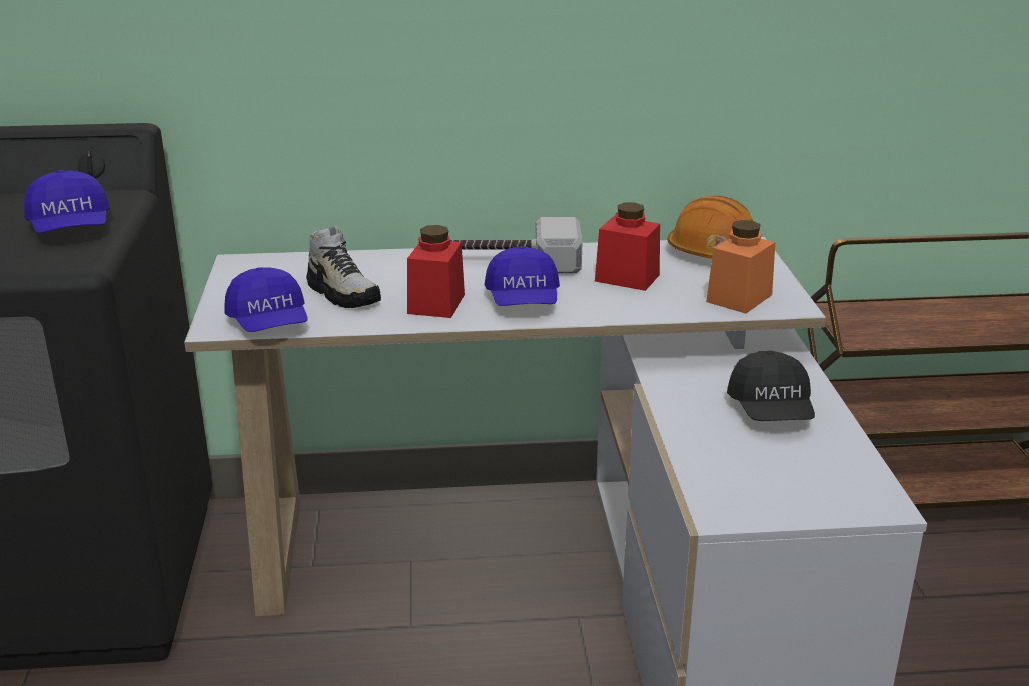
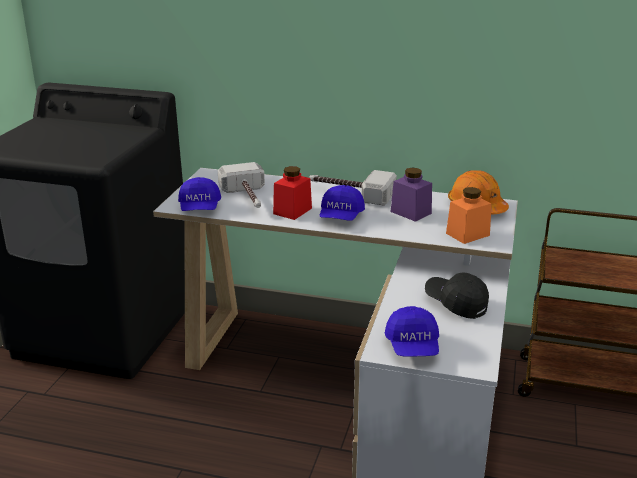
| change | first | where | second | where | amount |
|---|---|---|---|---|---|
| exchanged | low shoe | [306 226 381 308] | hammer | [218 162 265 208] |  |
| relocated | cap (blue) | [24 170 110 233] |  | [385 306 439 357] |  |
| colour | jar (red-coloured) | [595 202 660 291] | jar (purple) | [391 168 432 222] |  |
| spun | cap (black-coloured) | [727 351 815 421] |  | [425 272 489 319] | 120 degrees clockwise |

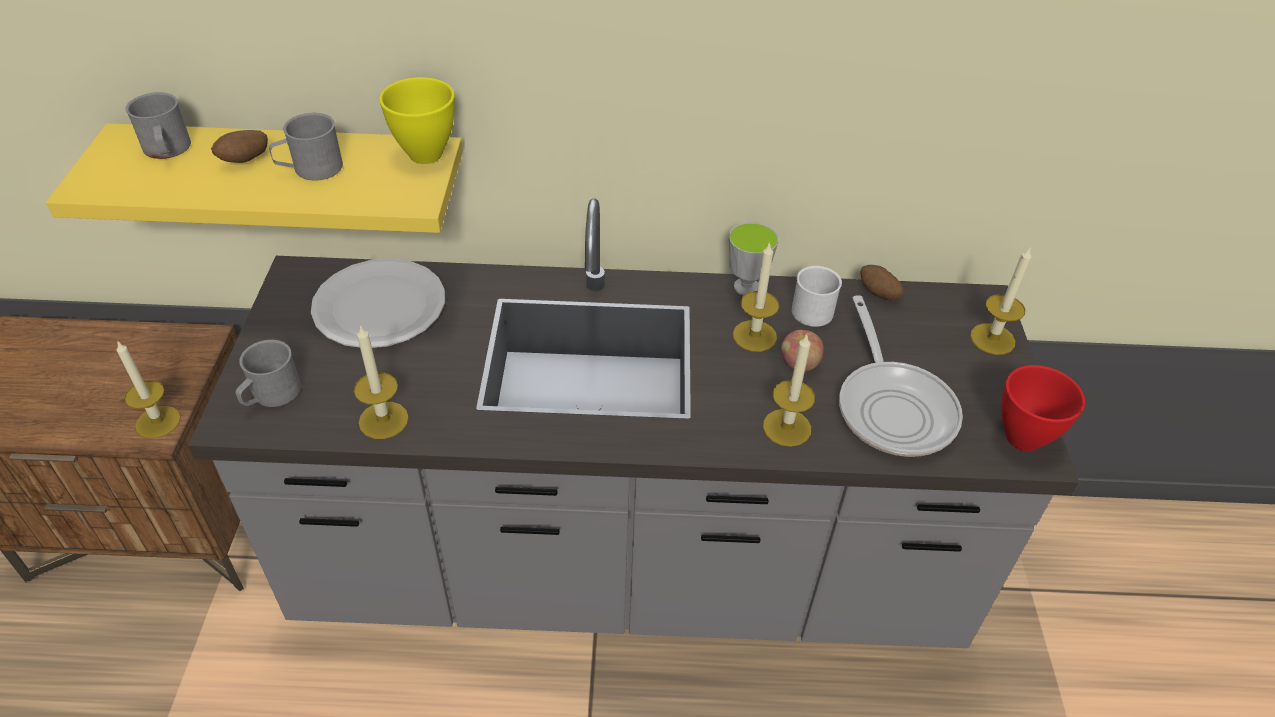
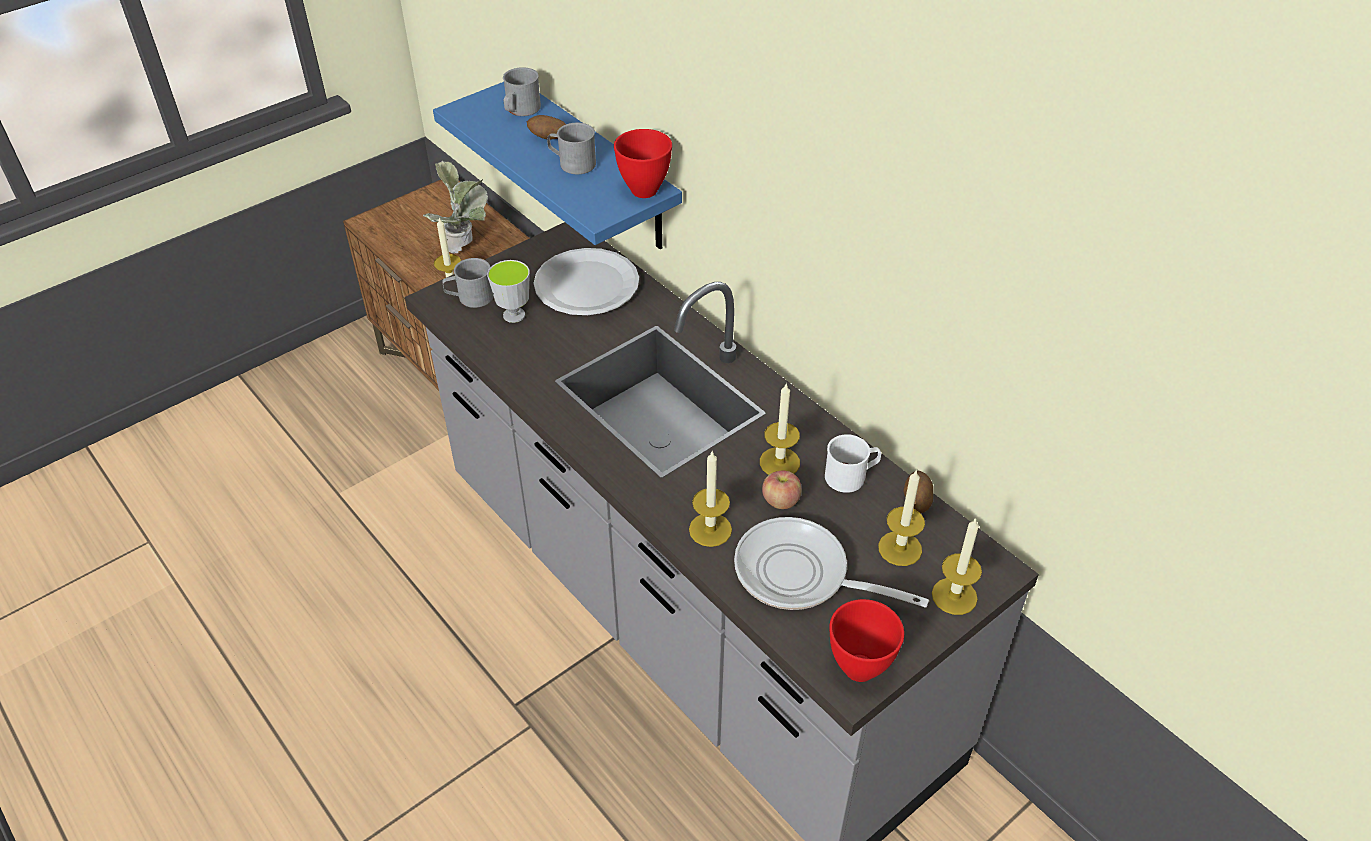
| change | first | where | second | where | amount |
|---|---|---|---|---|---|
| appeared |  |  | plant in a pot | [423 161 488 254] |  |
| colour | shelf (yellow-coloured) | [46 123 463 233] | shelf (blue) | [433 82 682 249] |  |
| relocated | cup | [729 222 779 295] |  | [487 260 530 323] |  |
| colour | serving bowl (yellow-coloured) | [379 77 455 164] | serving bowl (red-coloured) | [614 129 672 198] |  |
| spun | frying pan | [839 295 963 457] |  | [734 517 929 610] | 75 degrees clockwise |
| relocated | candle | [354 325 409 439] |  | [878 469 925 566] |  |

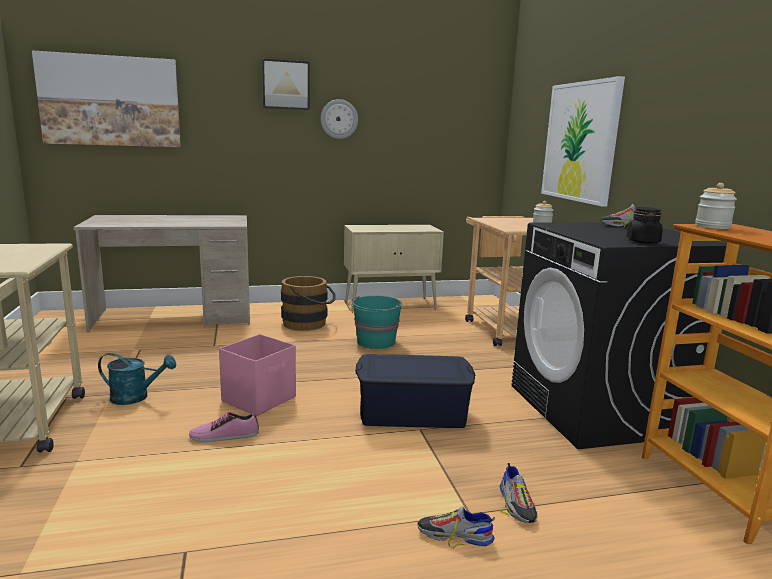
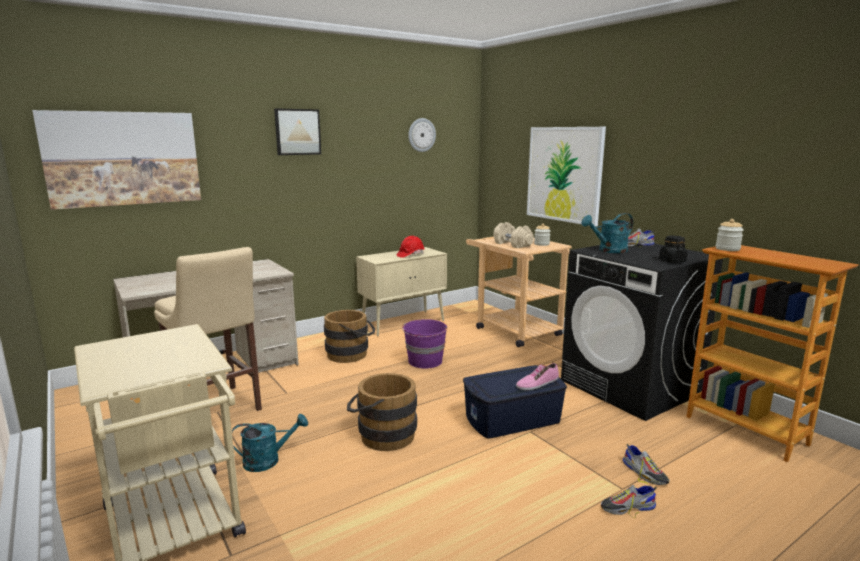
| change | first | where | second | where | amount |
|---|---|---|---|---|---|
| appeared |  |  | sitting stool (sand-coloured) | [154 247 262 411] |  |
| exchanged | storage bin (pinkish) | [219 334 296 416] | bucket (brownish) | [347 373 417 451] |  |
| appeared |  |  | work helmet (red-coloured) | [397 236 424 258] |  |
| colour | bucket (turquoise-coloured) | [351 295 402 349] | bucket (purple) | [402 319 447 368] |  |
| relocated | wall clock | [321 99 358 139] |  | [408 118 436 152] |  |
| appeared |  |  | hand weight (sand-coloured) | [494 222 534 248] |  |
| relocated | low shoe | [189 412 259 442] |  | [516 363 559 390] |  |
| appeared |  |  | sprinkling can (turquoise-coloured) | [582 213 633 253] |  |

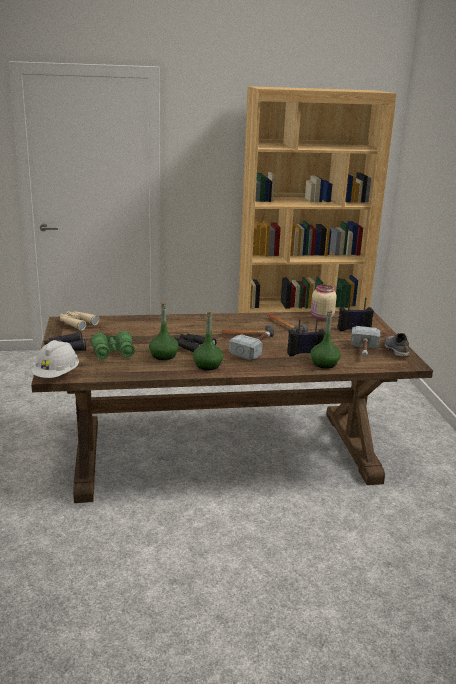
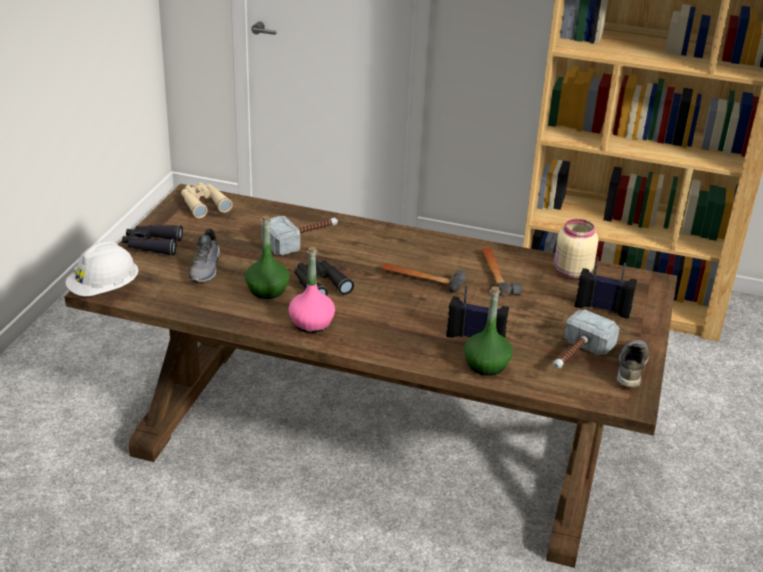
| change | first | where | second | where | amount |
|---|---|---|---|---|---|
| exchanged | field glasses (green-coloured) | [91 331 135 360] | low shoe (greyish) | [188 229 220 283] |  |
| relocated | hammer | [229 331 270 360] |  | [261 216 338 255] |  |
| colour | drink bottle (green-coloured) | [193 310 223 370] | drink bottle (pinkish) | [289 246 335 333] |  |

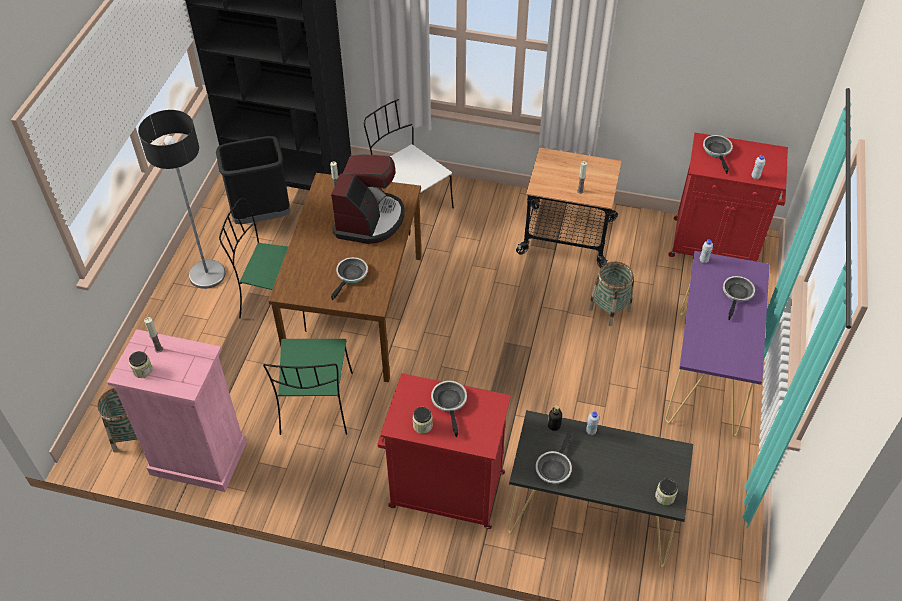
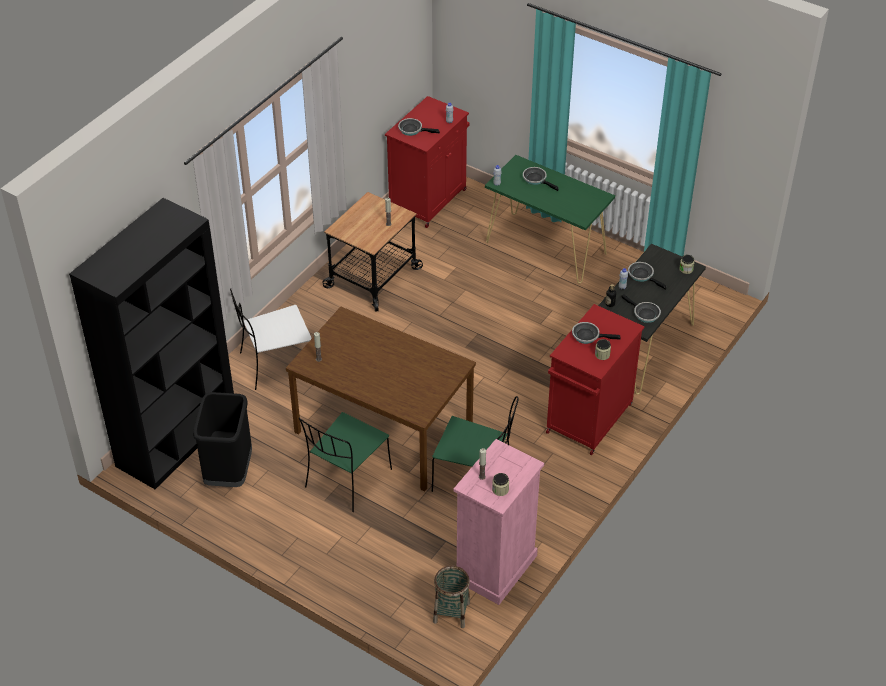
| change | first | where | second | where | amount |
|---|---|---|---|---|---|
| colour | narrow table (purple) | [665 251 770 437] | narrow table (green-coloured) | [485 155 615 283] |  |
| relocated | frying pan | [331 257 368 300] |  | [628 262 667 290] |  |
| missing | standard lamp | [138 110 226 289] |  |  |  |
| missing | coffee machine | [331 154 404 244] |  |  |  |
| missing | storage basket | [588 262 634 326] |  |  |  |

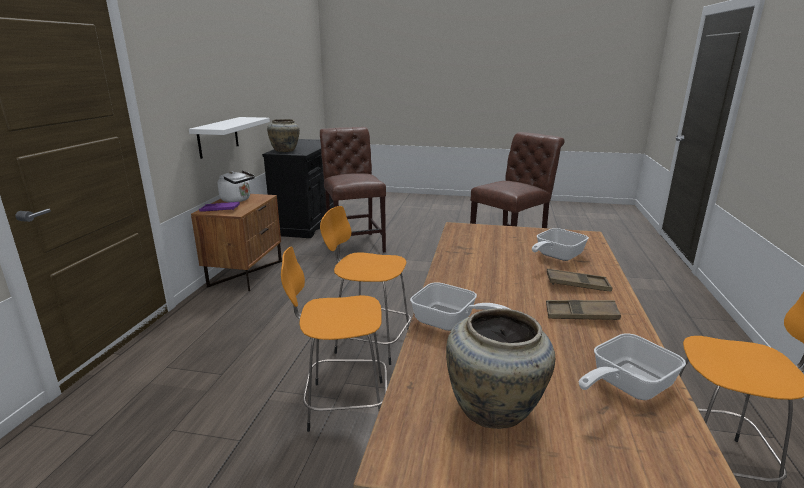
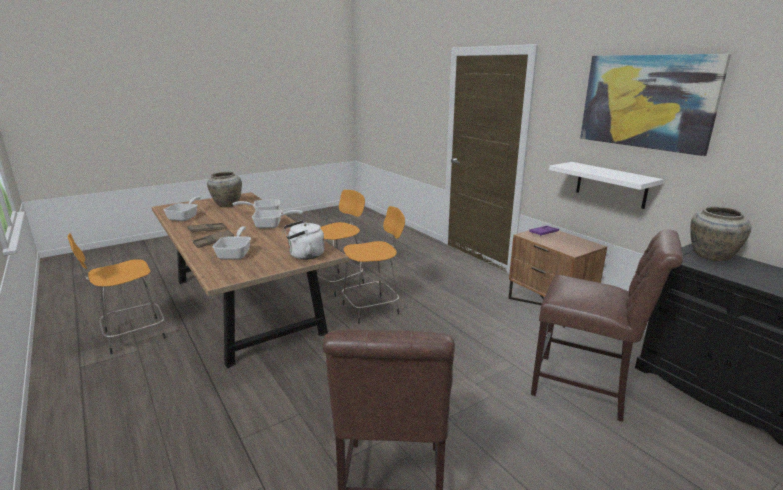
| change | first | where | second | where | amount |
|---|---|---|---|---|---|
| appeared |  |  | frying pan | [252 210 303 228] |  |
| relocated | kettle (white-coloured) | [218 170 255 202] |  | [284 220 325 260] |  |
| appeared |  |  | wall art | [580 54 731 156] |  |

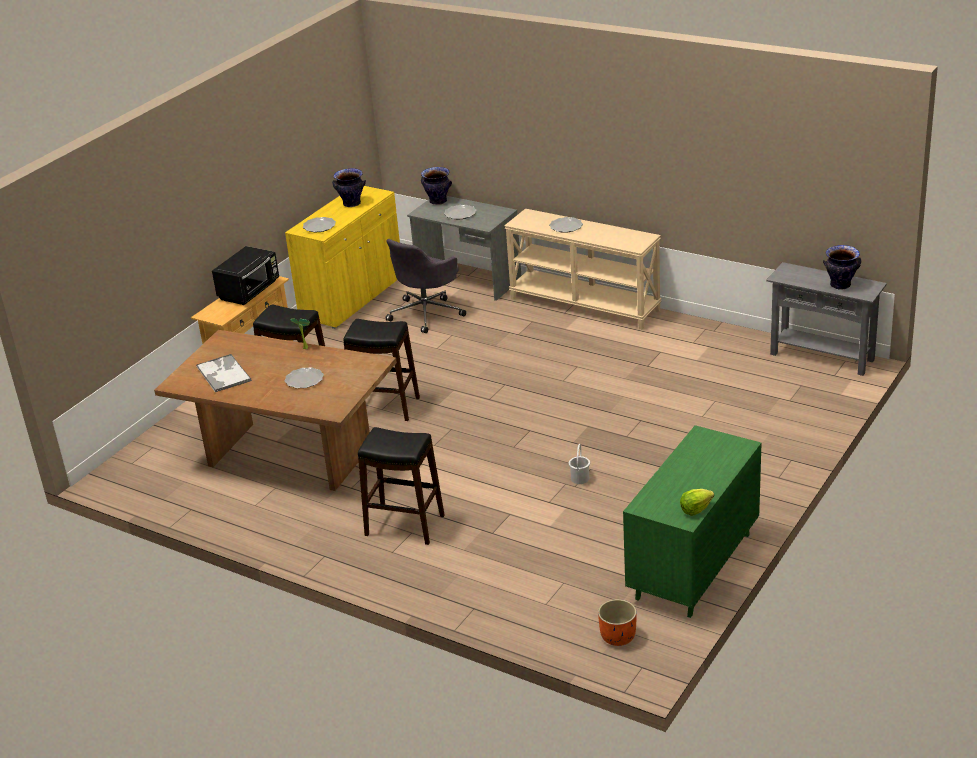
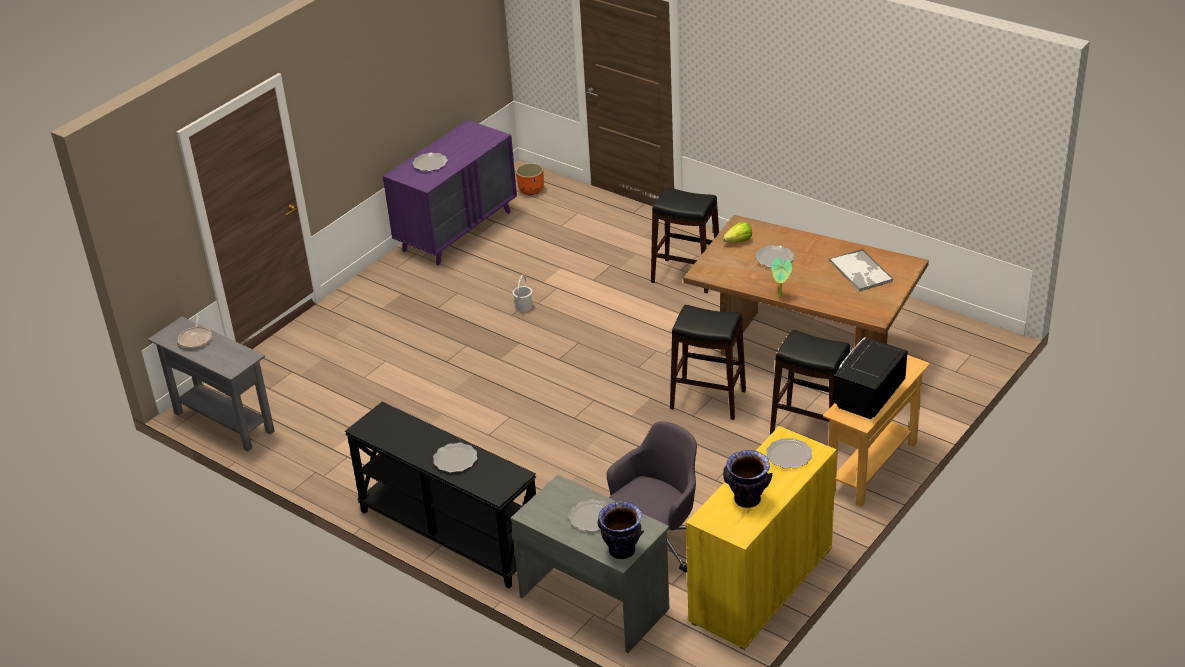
| change | first | where | second | where | amount |
|---|---|---|---|---|---|
| exchanged | vase | [823 245 861 290] | frying pan | [178 315 212 349] |  |
| colour | narrow table (sand-coloured) | [504 209 661 329] | narrow table (black-coloured) | [345 402 536 588] |  |
| colour | drawer chest (green-coloured) | [623 425 762 618] | drawer chest (purple) | [383 120 517 266] |  |
| appeared |  |  | flat dish | [412 153 448 171] |  |
| relocated | head of lettuce | [680 489 714 516] |  | [723 222 752 243] |  |

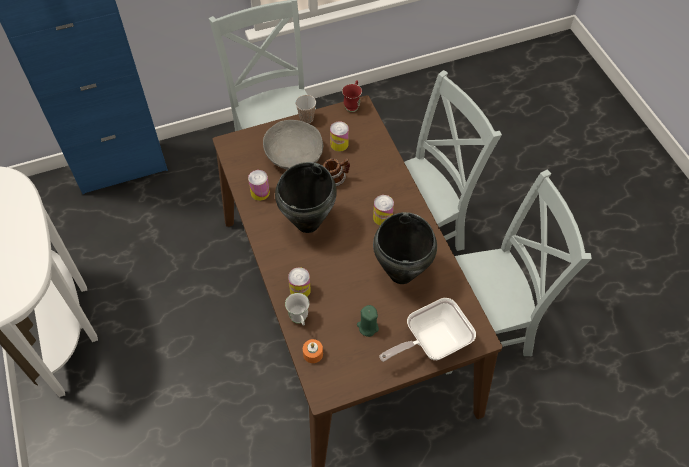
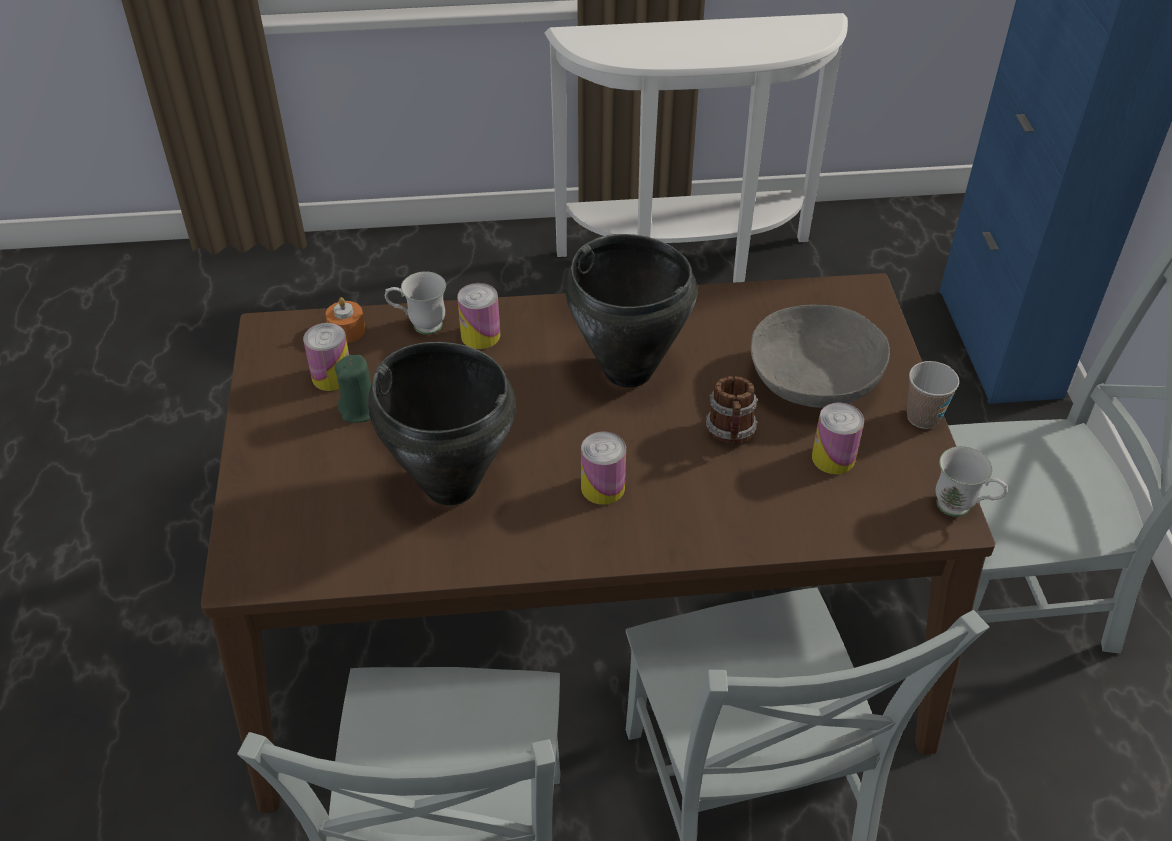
| change | first | where | second | where | amount |
|---|---|---|---|---|---|
| relocated | sealed can | [248 170 270 201] |  | [303 323 349 391] |  |
| colour | tea mug (red-coloured) | [342 80 362 112] | tea mug (white-coloured) | [935 446 1007 517] |  |
| missing | frying pan | [379 298 476 362] |  |  |  |

